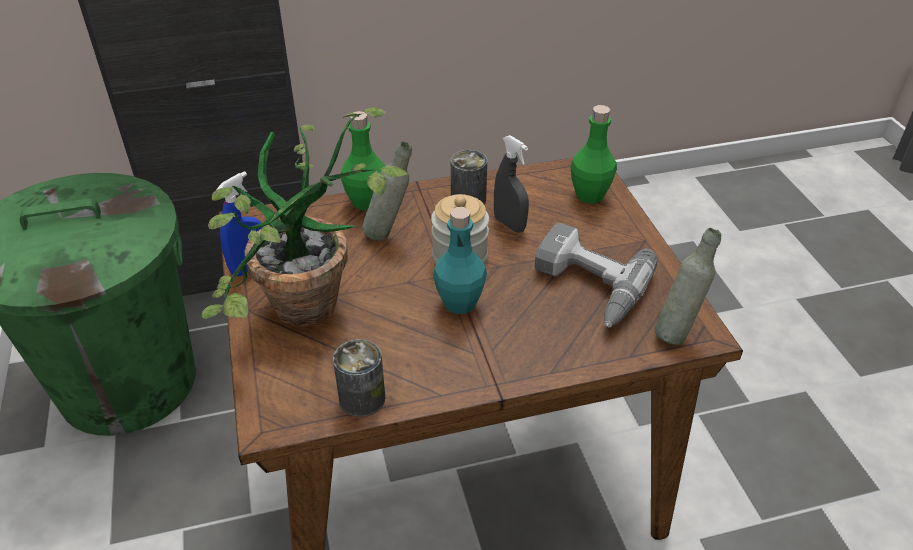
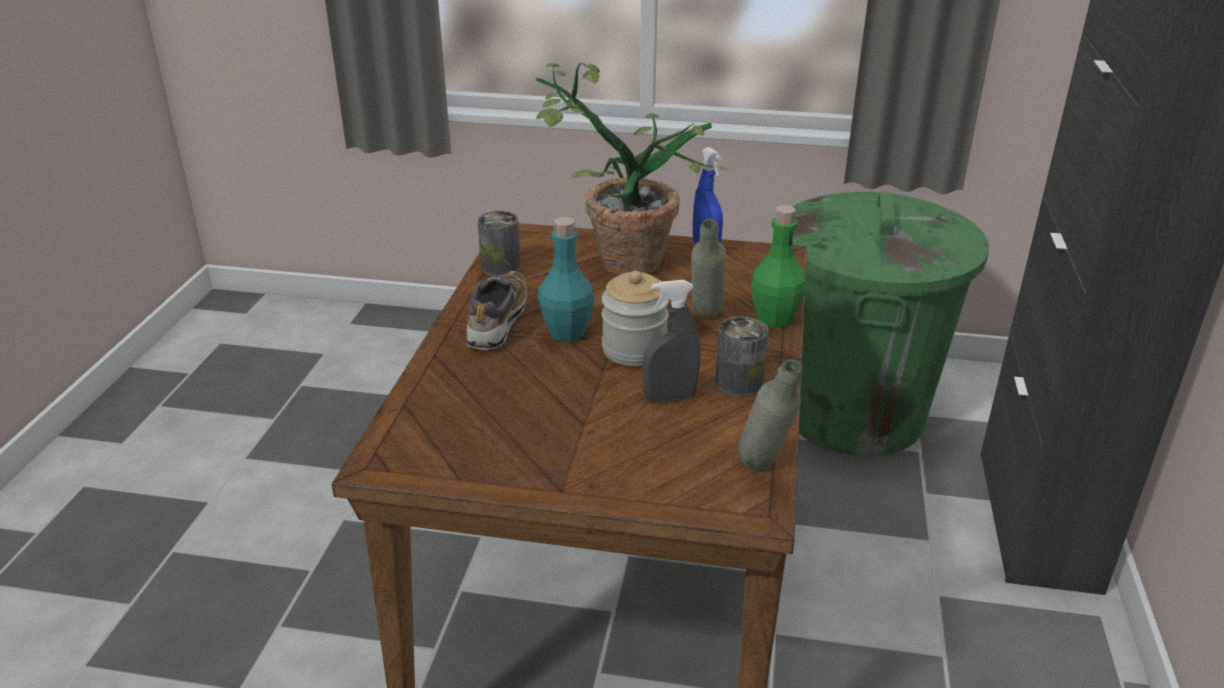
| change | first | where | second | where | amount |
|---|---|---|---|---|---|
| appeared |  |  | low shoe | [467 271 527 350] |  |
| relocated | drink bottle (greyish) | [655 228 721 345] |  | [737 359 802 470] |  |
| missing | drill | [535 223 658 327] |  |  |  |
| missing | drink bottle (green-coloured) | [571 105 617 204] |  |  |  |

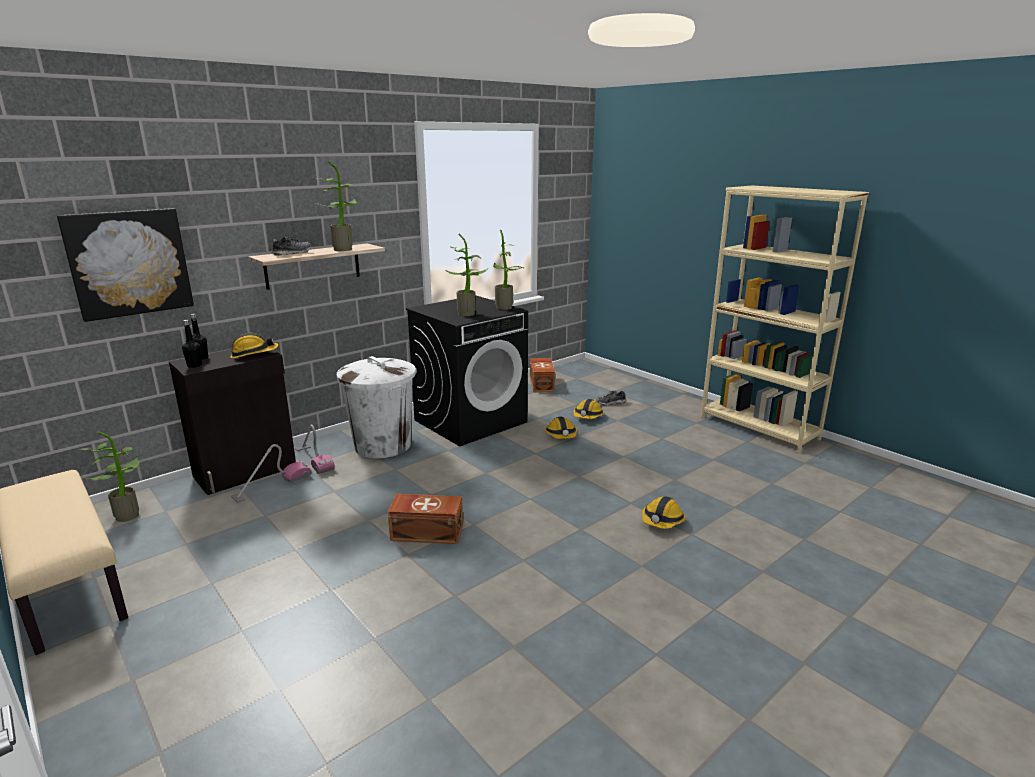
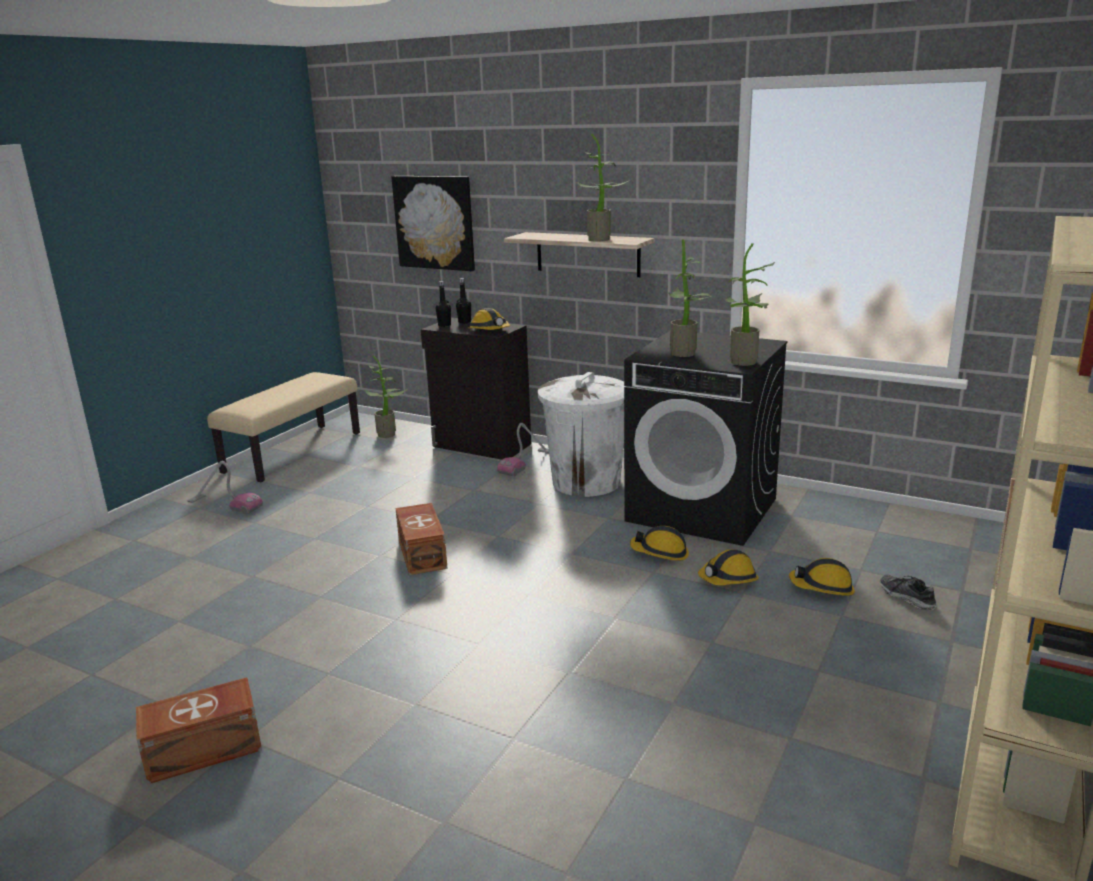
| change | first | where | second | where | amount |
|---|---|---|---|---|---|
| relocated | storage bin (brownish) | [530 358 555 392] |  | [136 677 262 784] |  |
| relocated | hoover | [231 444 311 503] |  | [187 461 263 515] |  |
| relocated | work helmet | [642 496 686 529] |  | [630 526 689 561] |  |
| missing | low shoe | [272 236 311 256] |  |  |  |

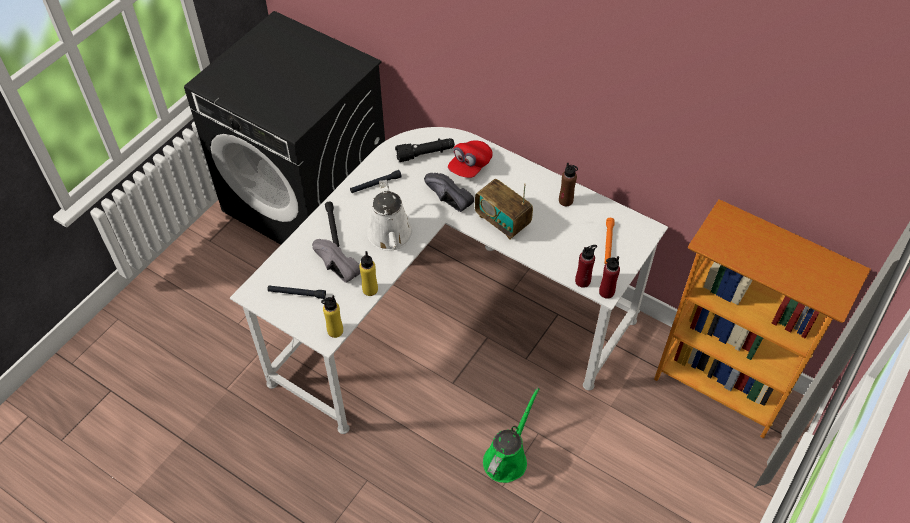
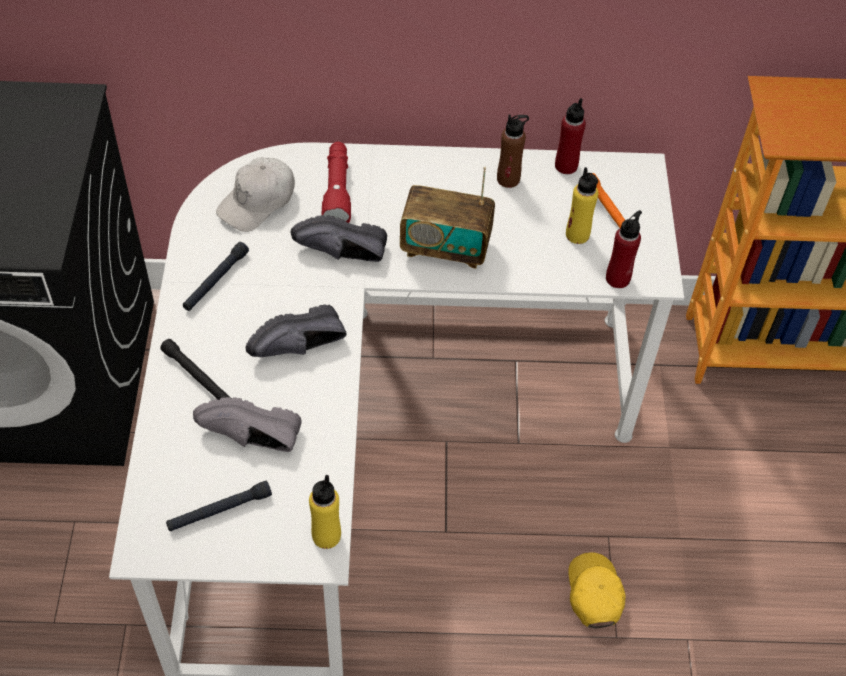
| change | first | where | second | where | amount |
|---|---|---|---|---|---|
| exchanged | torch (black-coloured) | [395 138 455 162] | cap (white-coloured) | [216 158 295 232] |  |
| exchanged | sprinkling can (white-coloured) | [367 180 413 251] | low shoe (black-coloured) | [246 304 347 357] |  |
| exchanged | cap (red-coloured) | [448 140 493 178] | torch (red-coloured) | [321 142 351 223] |  |
| relocated | drink bottle (red-coloured) | [599 256 620 299] |  | [555 98 586 174] |  |
| relocated | drink bottle (yellow-coloured) | [359 251 378 296] |  | [566 167 598 244] |  |
| exchanged | sprinkling can (green-coloured) | [483 388 539 483] | cap (yellow-coloured) | [568 552 626 628] |  |

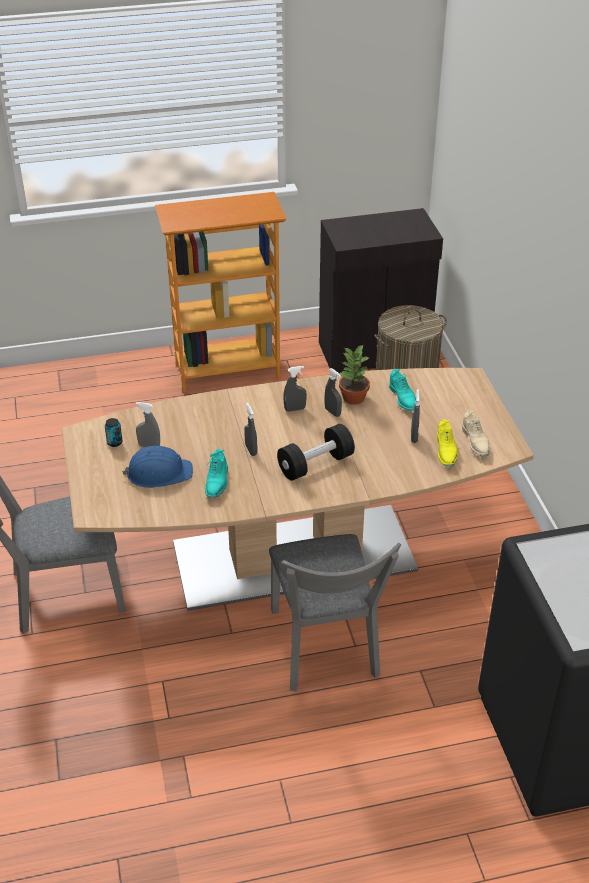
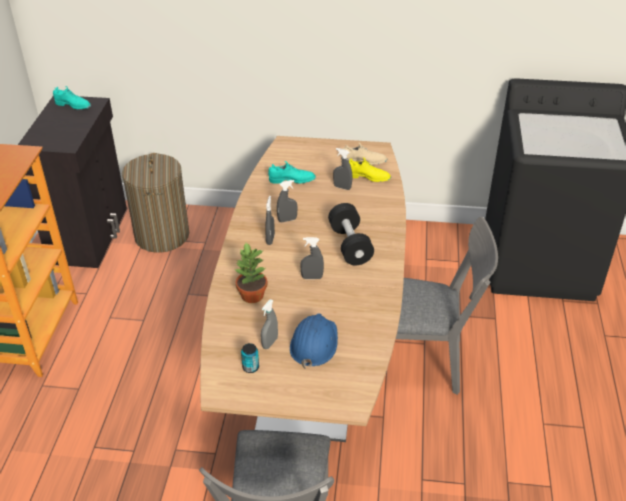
| change | first | where | second | where | amount |
|---|---|---|---|---|---|
| relocated | low shoe (turquoise-coloured) | [205 448 228 499] |  | [53 86 91 109] |  |
| relocated | plant in a pot | [339 344 370 405] |  | [234 243 268 303] |  |

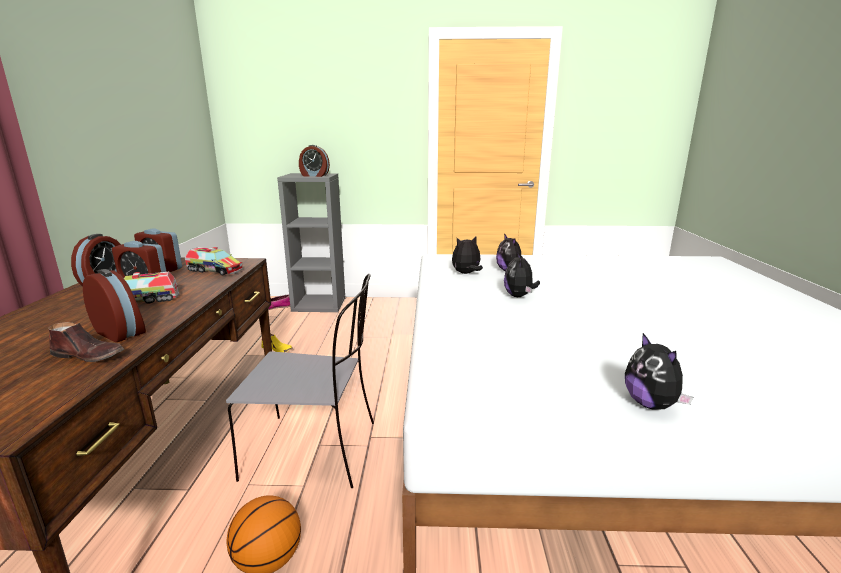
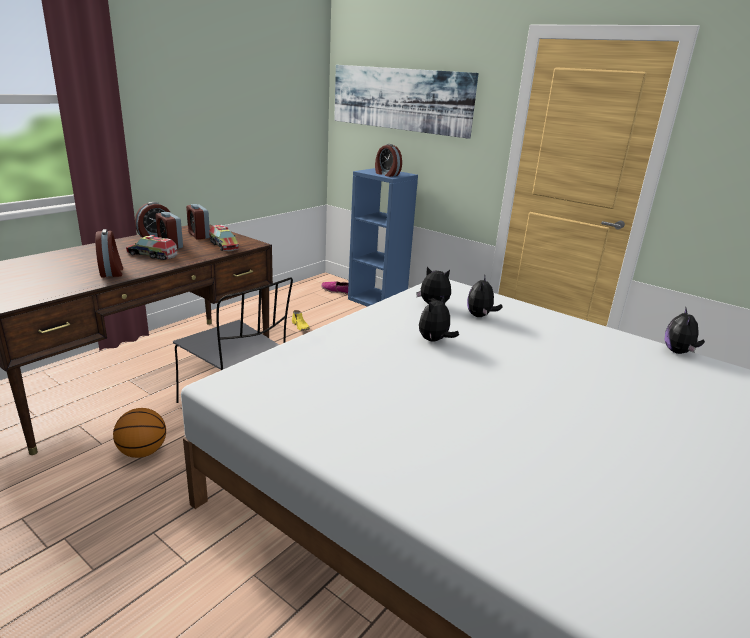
| change | first | where | second | where | amount |
|---|---|---|---|---|---|
| appeared |  |  | wall art | [334 65 479 139] |  |
| colour | shelving unit (greyish) | [277 173 345 312] | shelving unit (blue) | [348 168 418 307] |  |
| relocated | plush toy | [625 333 693 409] |  | [665 307 705 354] |  |
| missing | low shoe (brownish) | [49 322 125 362] |  |  |  |

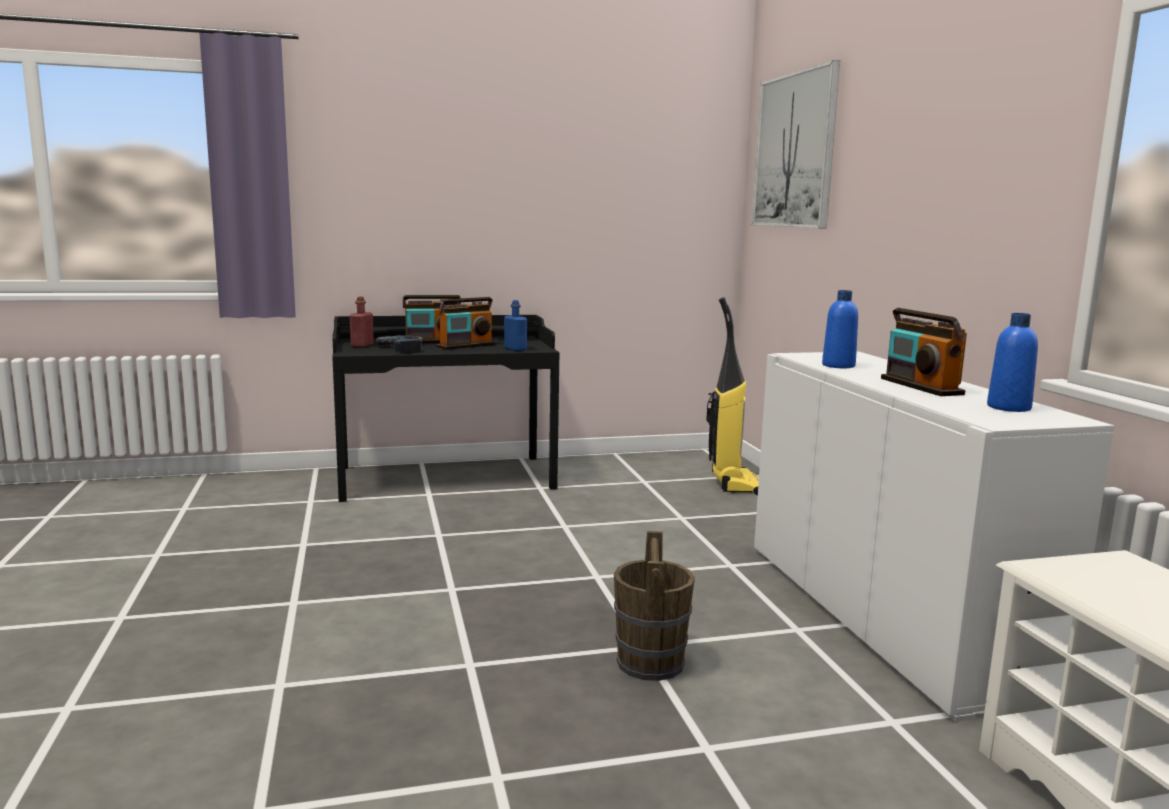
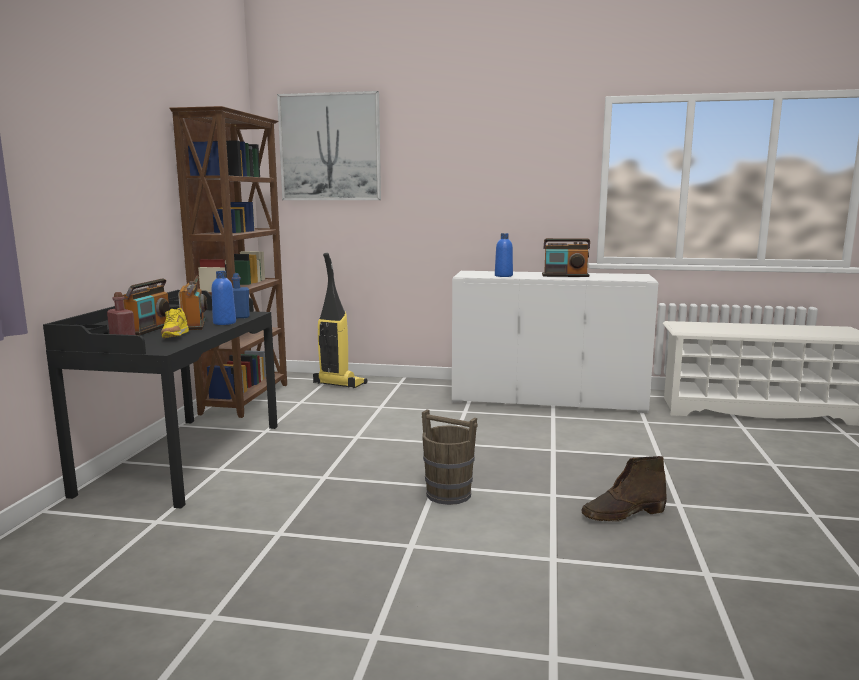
| change | first | where | second | where | amount |
|---|---|---|---|---|---|
| exchanged | drill | [376 335 423 354] | low shoe (yellow-coloured) | [161 308 189 338] |  |
| appeared |  |  | shelving unit (brownish) | [169 106 287 418] |  |
| relocated | drink bottle (blue) | [987 313 1038 412] |  | [212 271 236 325] |  |
| relocated | bucket (brownish) | [614 531 695 681] |  | [422 410 478 505] |  |
| appeared |  |  | tall boot (brownish) | [581 456 667 522] |  |

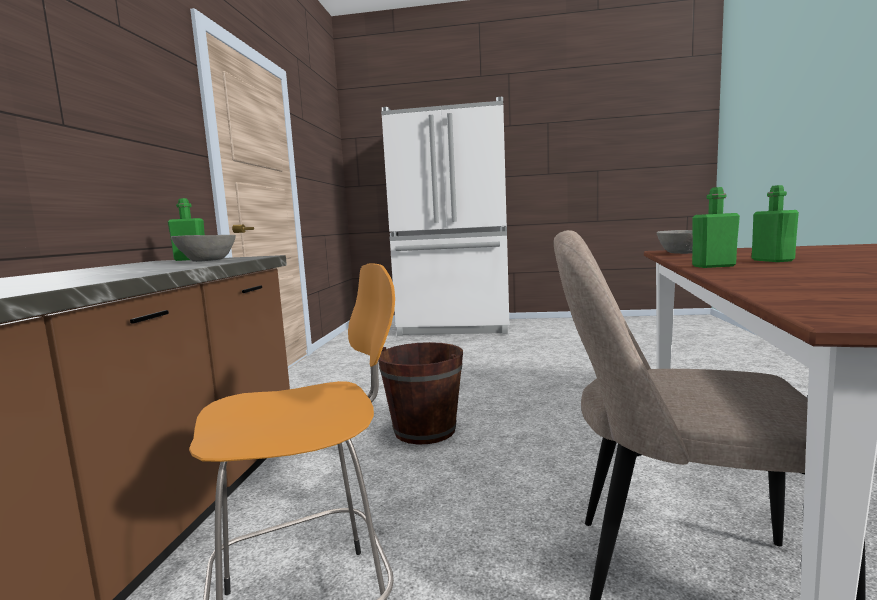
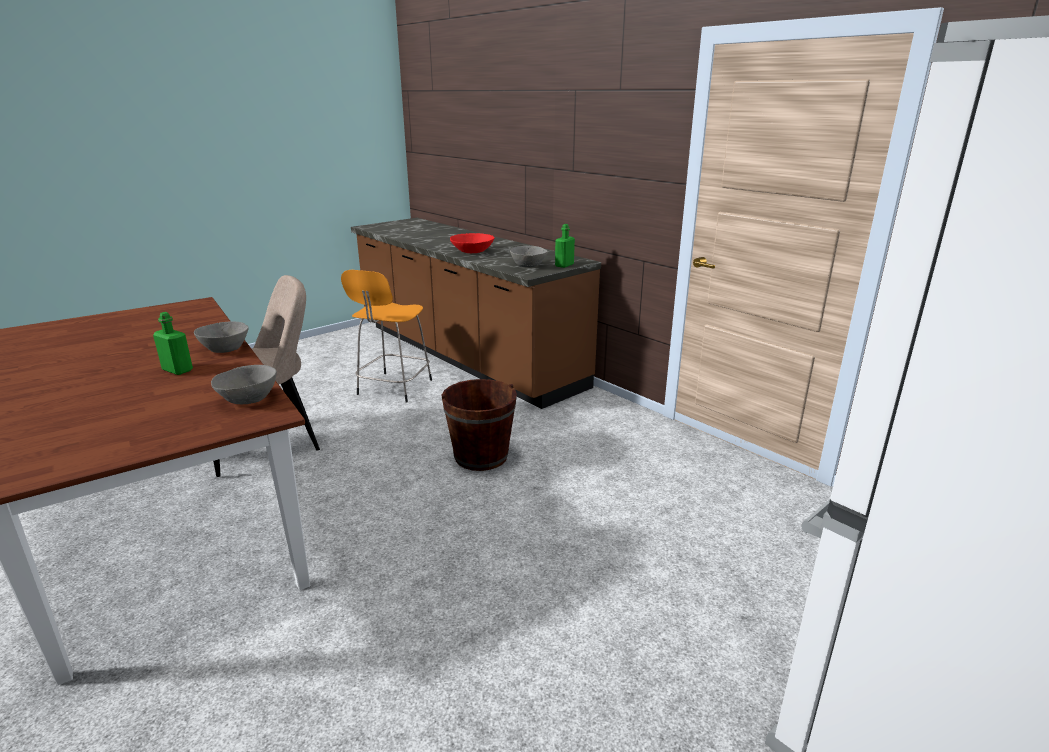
| change | first | where | second | where | amount |
|---|---|---|---|---|---|
| exchanged | drink bottle (green-coloured) | [692 187 740 268] | serving bowl (greyish) | [194 321 249 353] |  |
| appeared |  |  | serving bowl (red-coloured) | [450 233 494 253] |  |

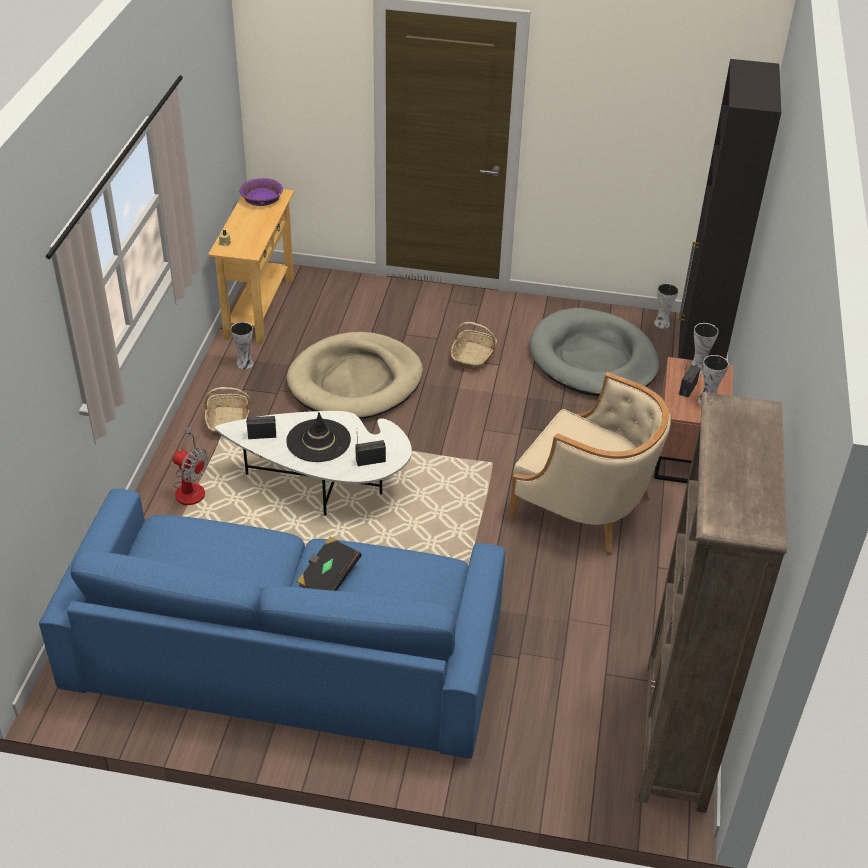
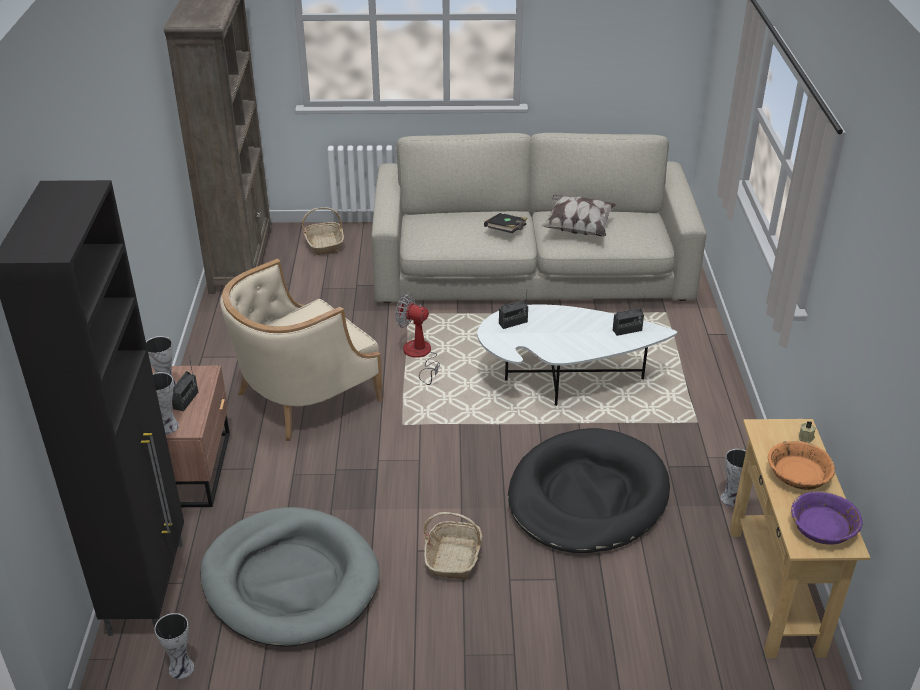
| change | first | where | second | where | amount |
|---|---|---|---|---|---|
| spun | lounge chair (sand-coloured) | [509 372 671 556] |  | [220 259 383 441] | 60 degrees counterclockwise |
| relocated | storage basket | [204 387 251 436] |  | [302 207 344 255] |  |
| colour | sofa (blue) | [39 489 505 759] | sofa (sand-coloured) | [371 133 707 303] |  |
| relocated | electric fan | [173 426 209 505] |  | [395 293 440 385] |  |
| colour | dog bed (sand-coloured) | [287 332 423 419] | dog bed (black-coloured) | [508 428 670 553] |  |
| appeared |  |  | cushion | [541 195 616 236] |  |
| appeared |  |  | serving bowl (orange-coloured) | [768 441 835 490] |  |
| missing | hat (black-coloured) | [286 412 351 462] |  |  |  |

